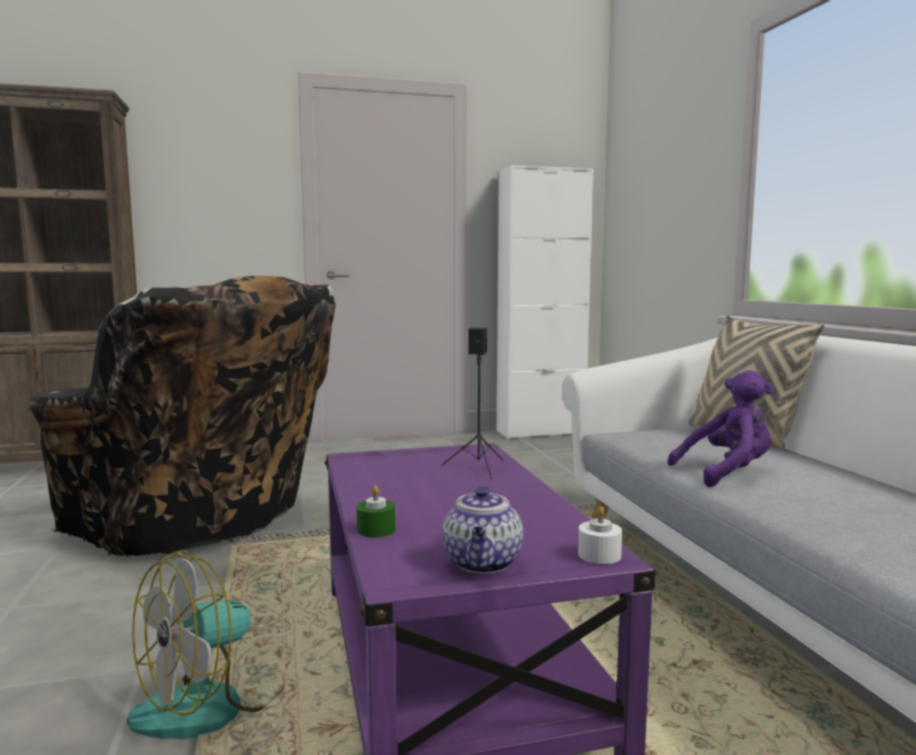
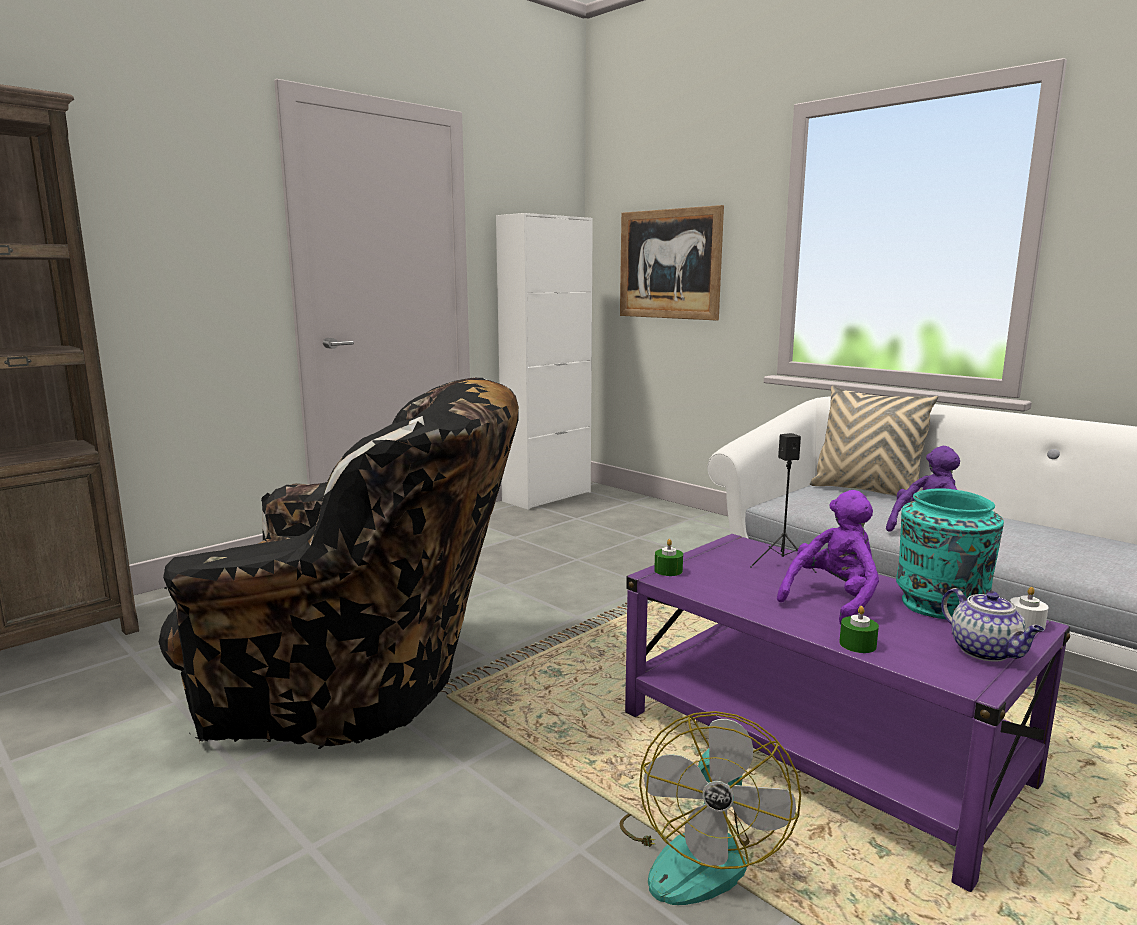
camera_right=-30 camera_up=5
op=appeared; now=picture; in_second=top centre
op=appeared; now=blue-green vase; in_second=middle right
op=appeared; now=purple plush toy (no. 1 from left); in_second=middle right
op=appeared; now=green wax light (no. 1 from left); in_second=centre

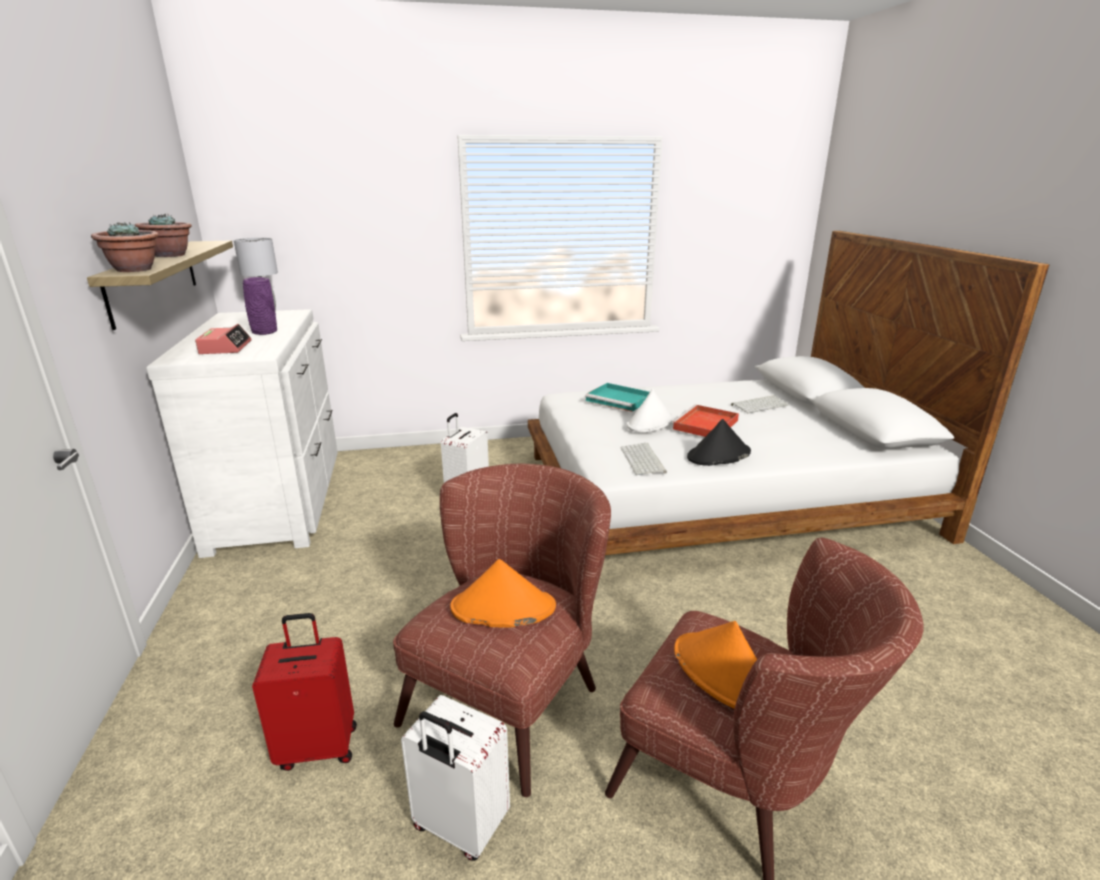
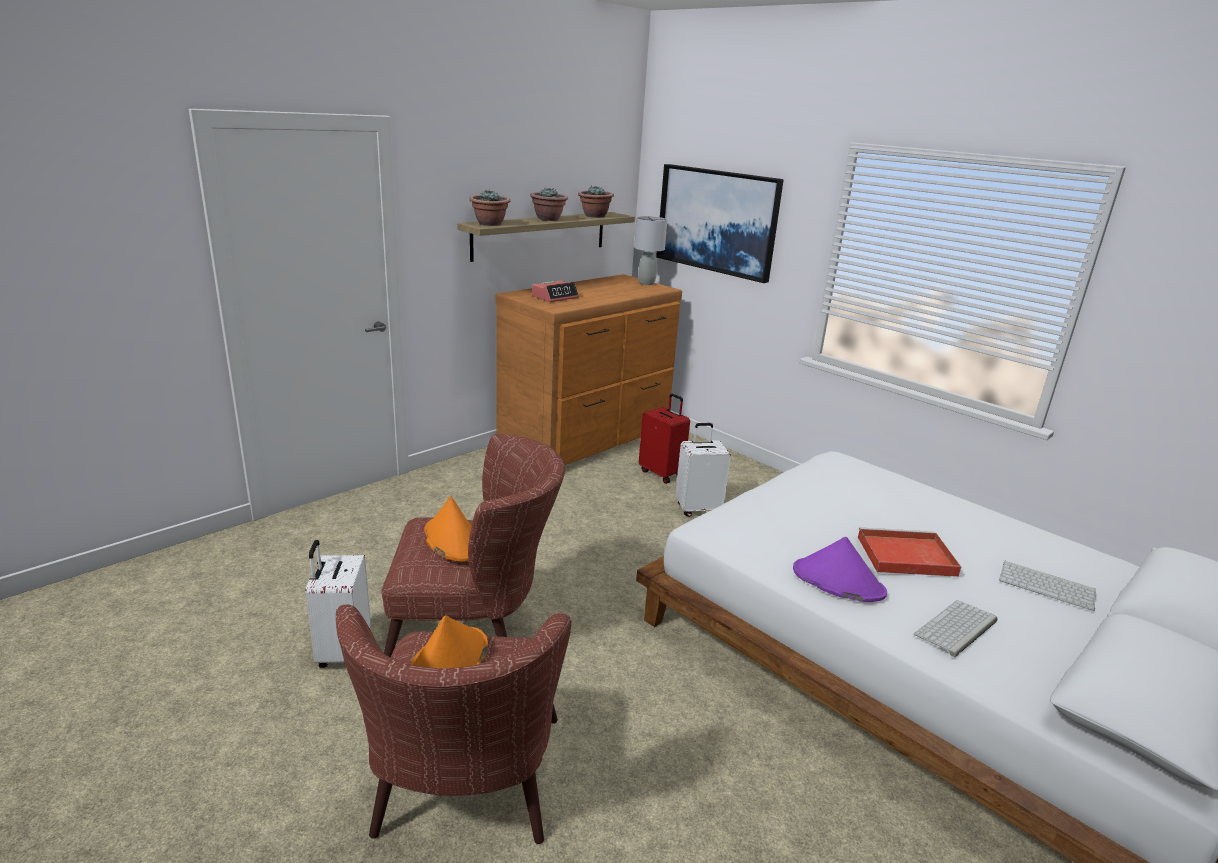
camera_right=55 camera_up=0
op=missing; was=purple vase; in_first=middle left
op=colour; was=whitish chest of drawers; now=brownish chest of drawers; in_first=middle left; in_second=centre
op=missing; was=blue-green serving tray; in_first=centre
op=missing; was=whitish wearable hat; in_first=centre
op=colour; was=blackish wearable hat; now=purple wearable hat; in_first=centre; in_second=middle right
op=relocated; was=keyboard (no. 1 from left); in_first=centre; in_second=bottom right
op=relocated; was=red travel case; in_first=bottom left; in_second=centre
op=appeared; now=picture; in_second=top centre
op=appeared; now=potted plant (no. 3 from left); in_second=top centre

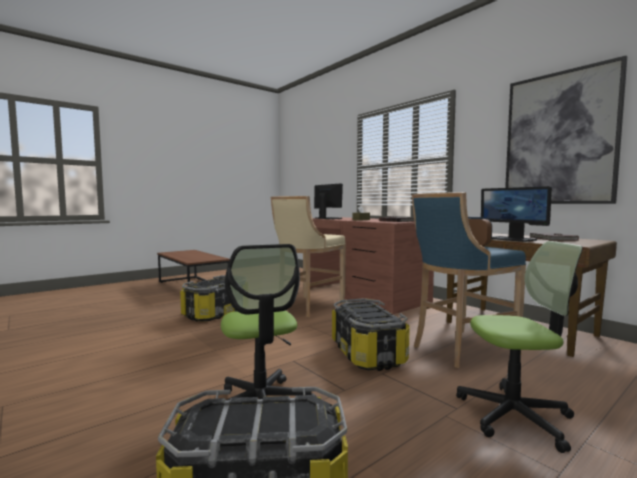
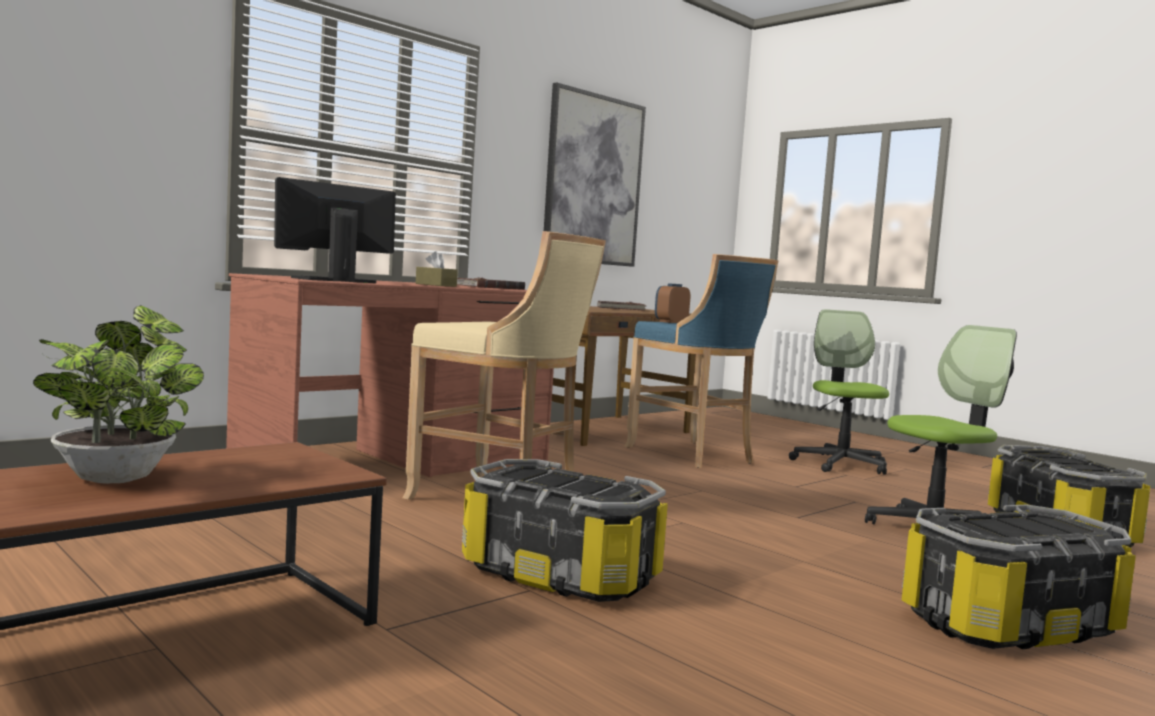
camera_right=-95 camera_up=0
op=missing; was=computer display (no. 2 from left); in_first=middle right
op=relocated; was=storage box (no. 3 from left in the first image); now=storage box (no. 2 from left); in_first=bottom centre; in_second=bottom right
op=appeared; now=potted plant; in_second=middle left

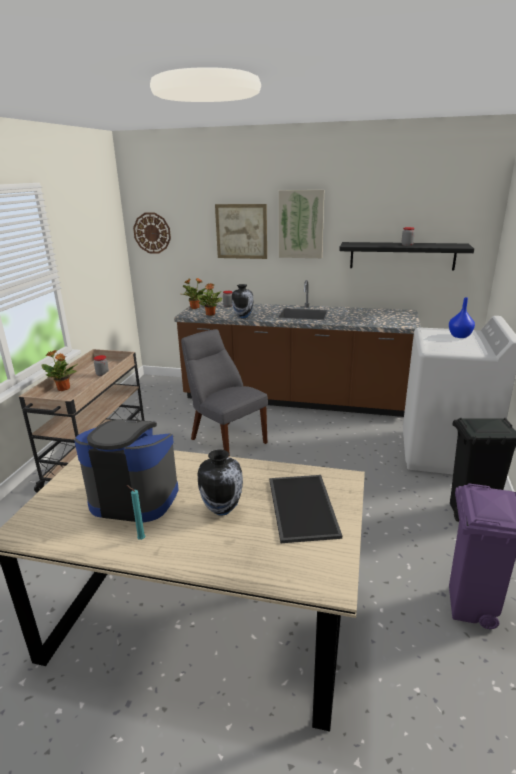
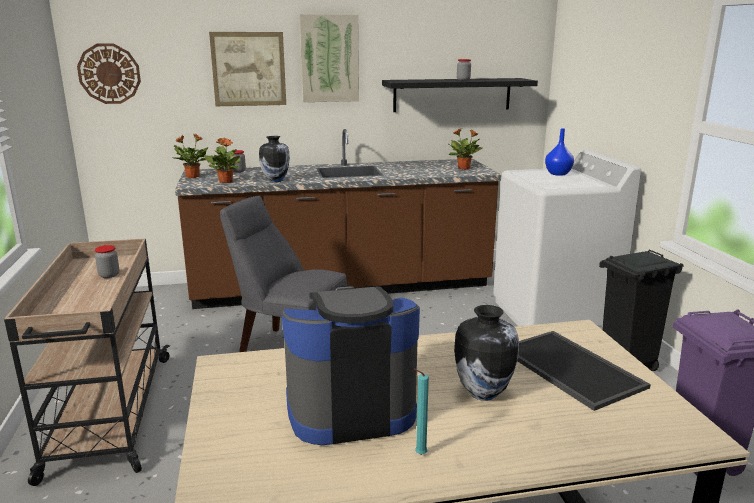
camera_right=-25 camera_up=-5
op=relocated; was=potted plant (no. 1 from left in the first image); now=potted plant (no. 3 from left); in_first=middle left; in_second=top centre

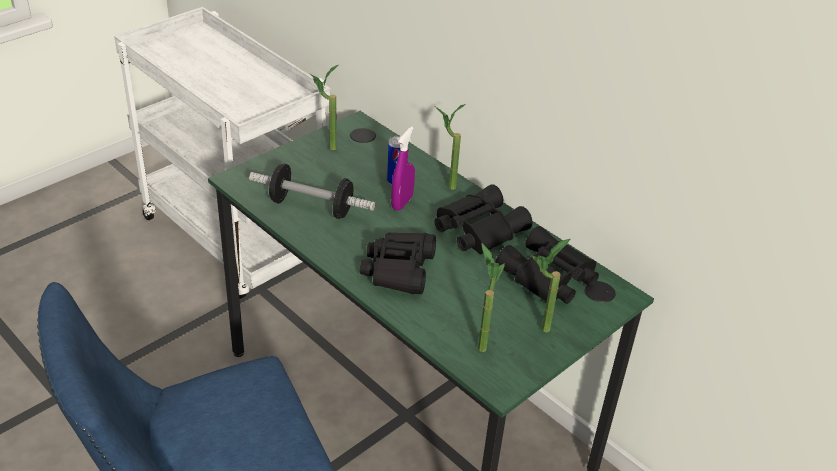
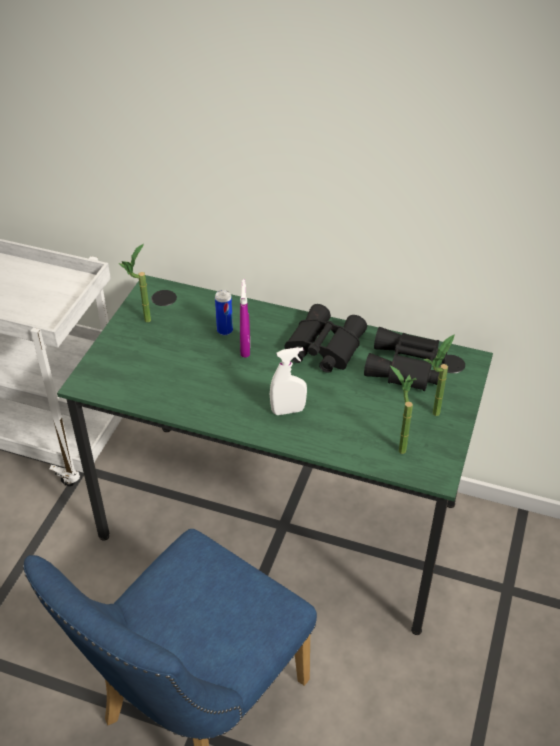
camera_right=-25 camera_up=5
op=missing; was=potted plant (no. 2 from left); in_first=top centre
op=missing; was=dumbbell; in_first=centre
op=exchanged; was=blackish binoculars (no. 1 from left); now=whitish hand sprayer; in_first=centre; in_second=centre

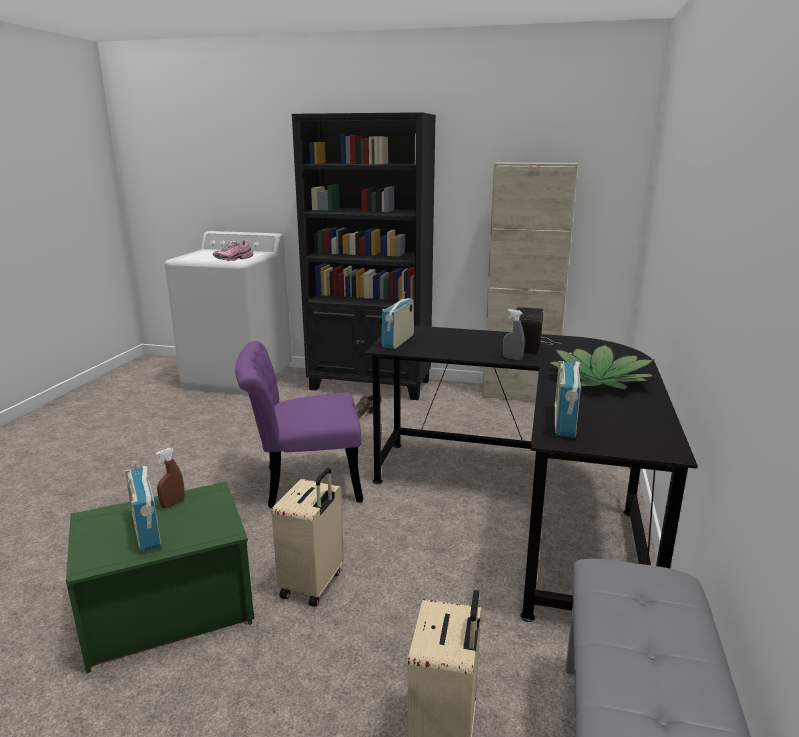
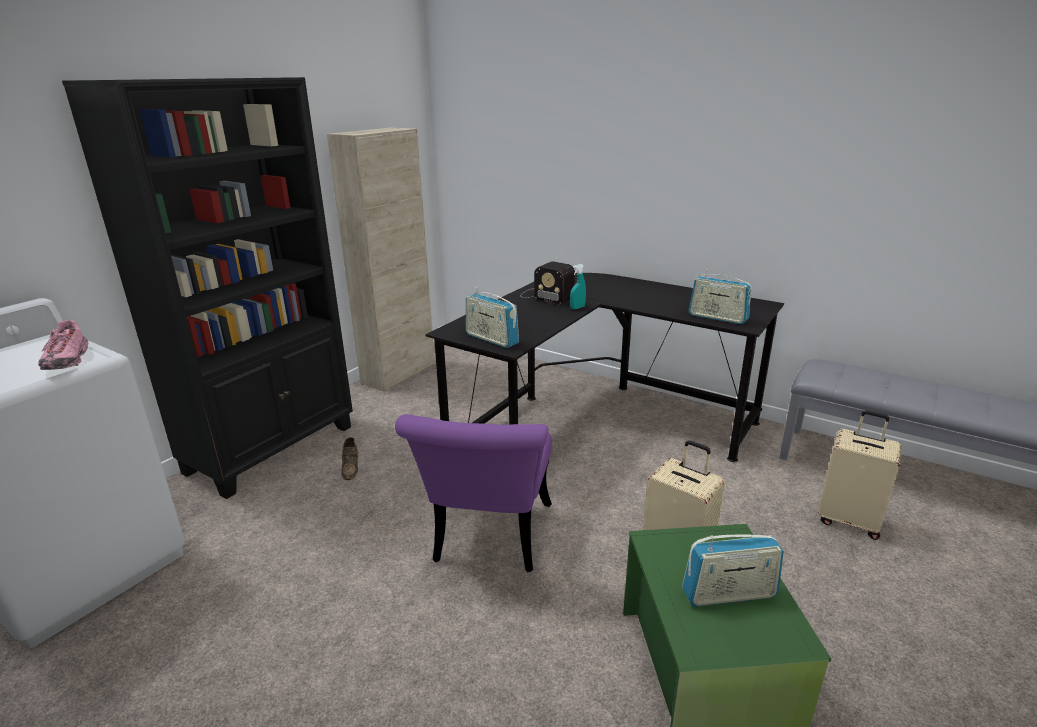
camera_right=-70 camera_up=5
op=colour; was=greyish hand sprayer; now=blue-green hand sprayer; in_first=centre; in_second=centre
op=missing; was=potted plant; in_first=middle right
op=missing; was=brownish hand sprayer; in_first=middle left

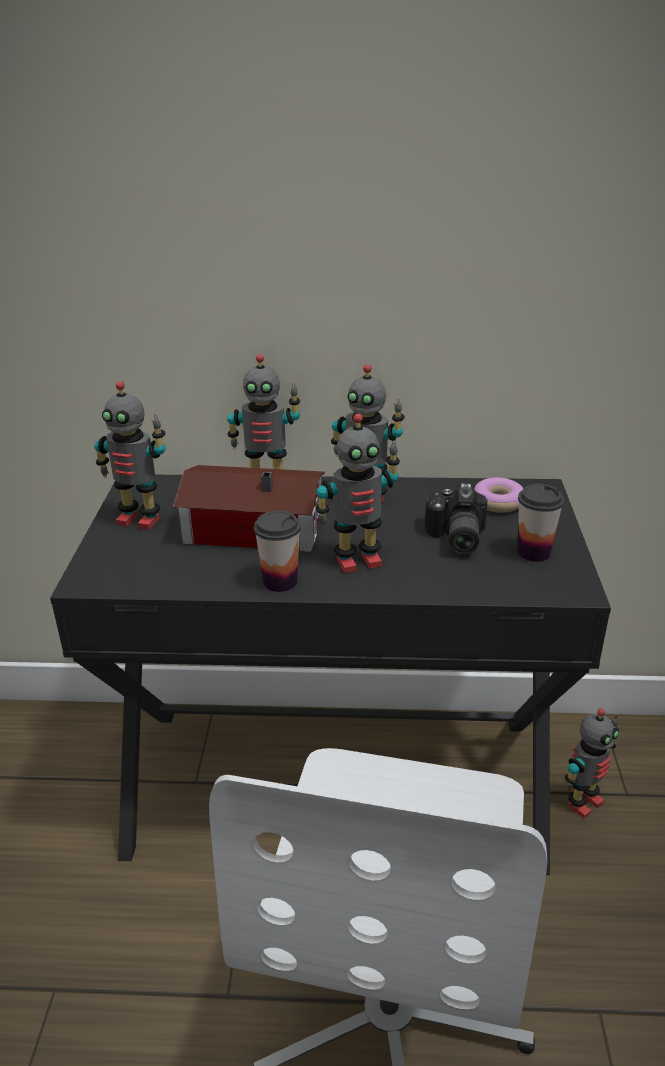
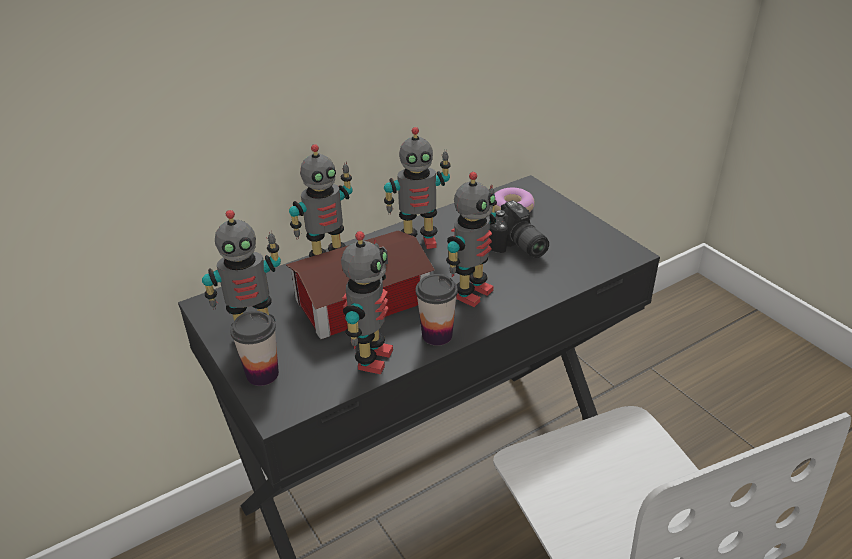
camera_right=-35 camera_up=5
op=relocated; was=drinking cup (no. 2 from left in the first image); now=drinking cup (no. 1 from left); in_first=middle right; in_second=middle left
op=relocated; was=toy robot (no. 5 from left in the first image); now=toy robot (no. 3 from left); in_first=bottom right; in_second=centre

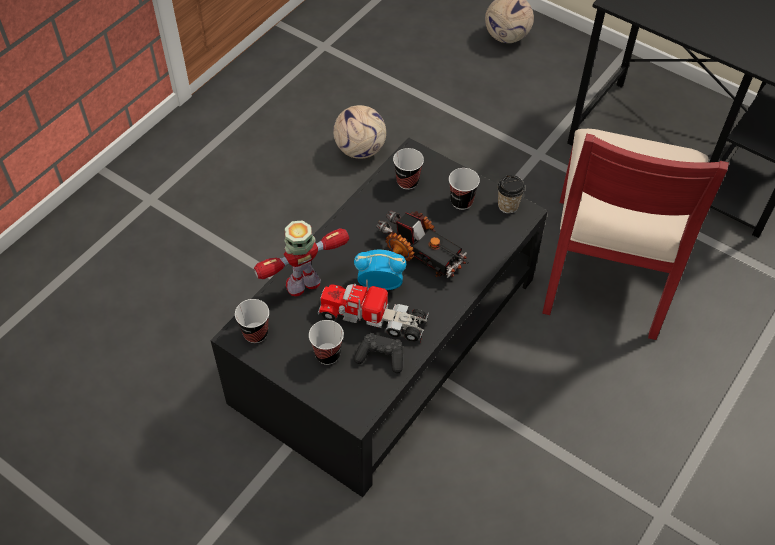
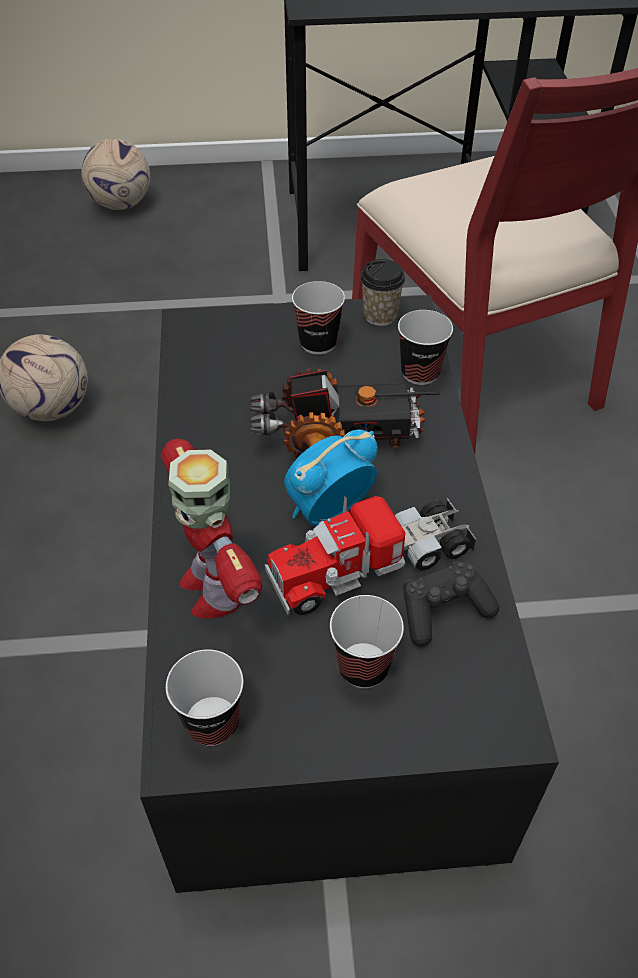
camera_right=-40 camera_up=-5
op=relocated; was=drinking cup (no. 3 from left in the first image); now=drinking cup (no. 5 from left); in_first=top centre; in_second=centre
op=spun; was=toy robot; in_first=centre; in_second=middle left; clockwise=-45

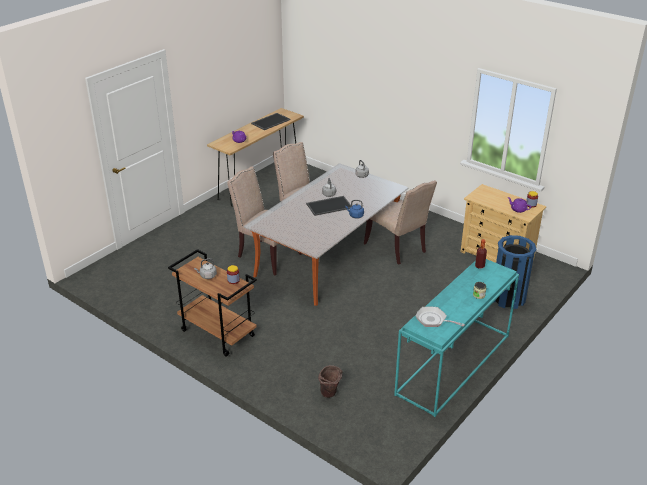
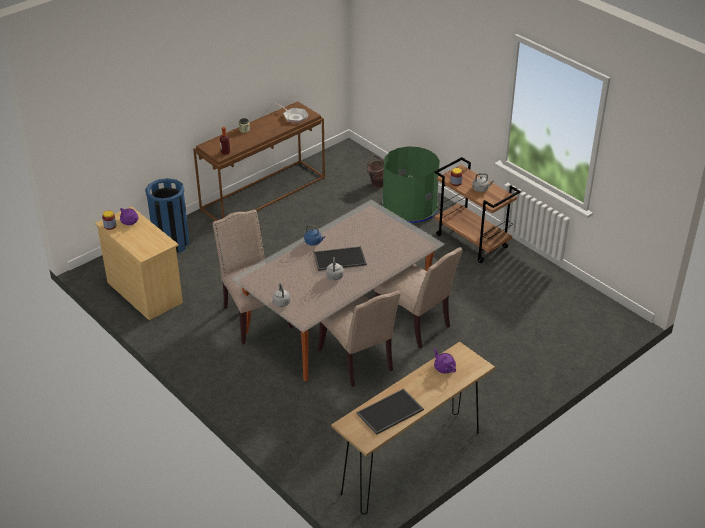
camera_right=-170 camera_up=5
op=colour; was=blue-green hall table; now=brownish hall table (no. 1 from left); in_first=bottom right; in_second=top centre
op=appeared; now=green trash can; in_second=centre

